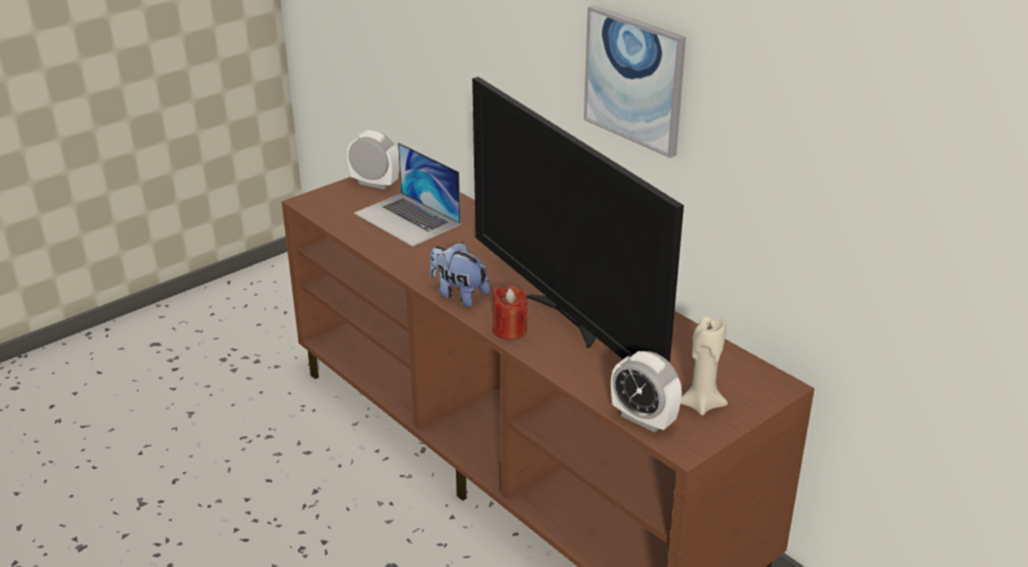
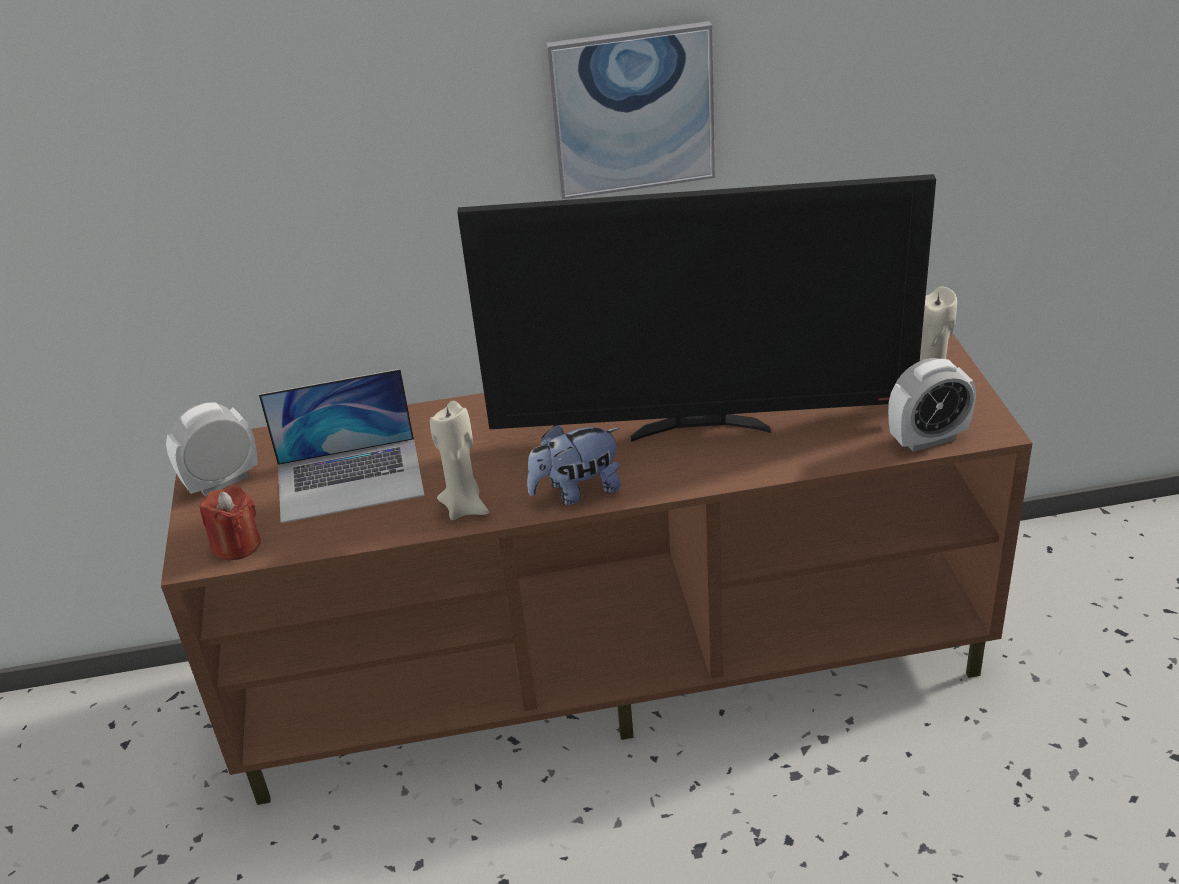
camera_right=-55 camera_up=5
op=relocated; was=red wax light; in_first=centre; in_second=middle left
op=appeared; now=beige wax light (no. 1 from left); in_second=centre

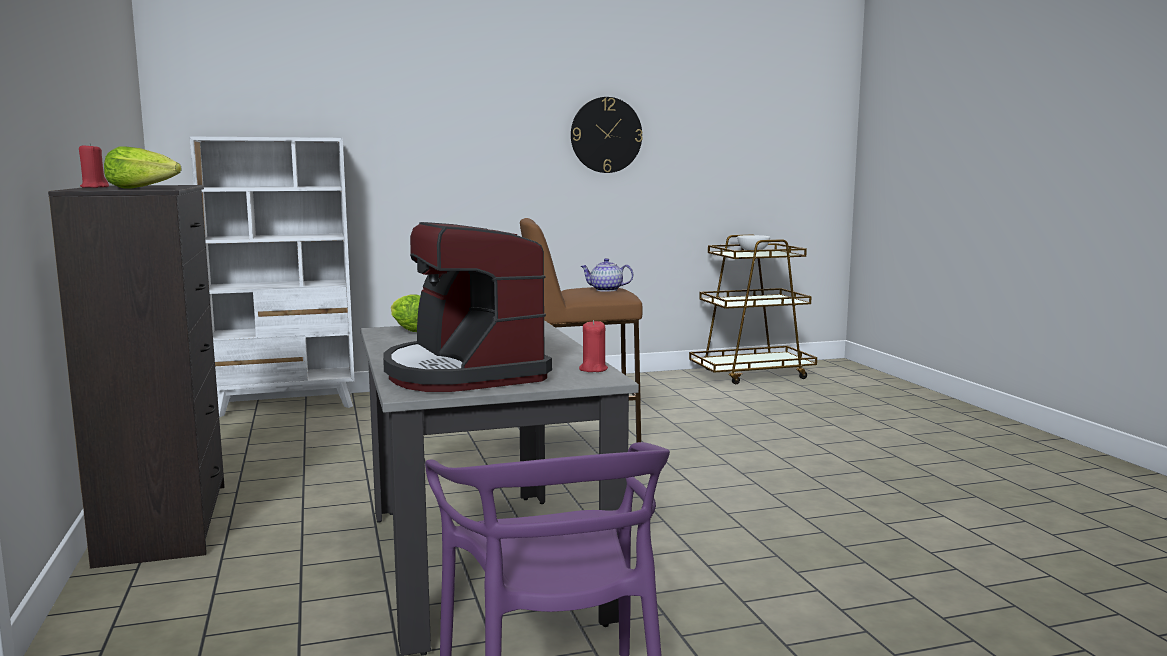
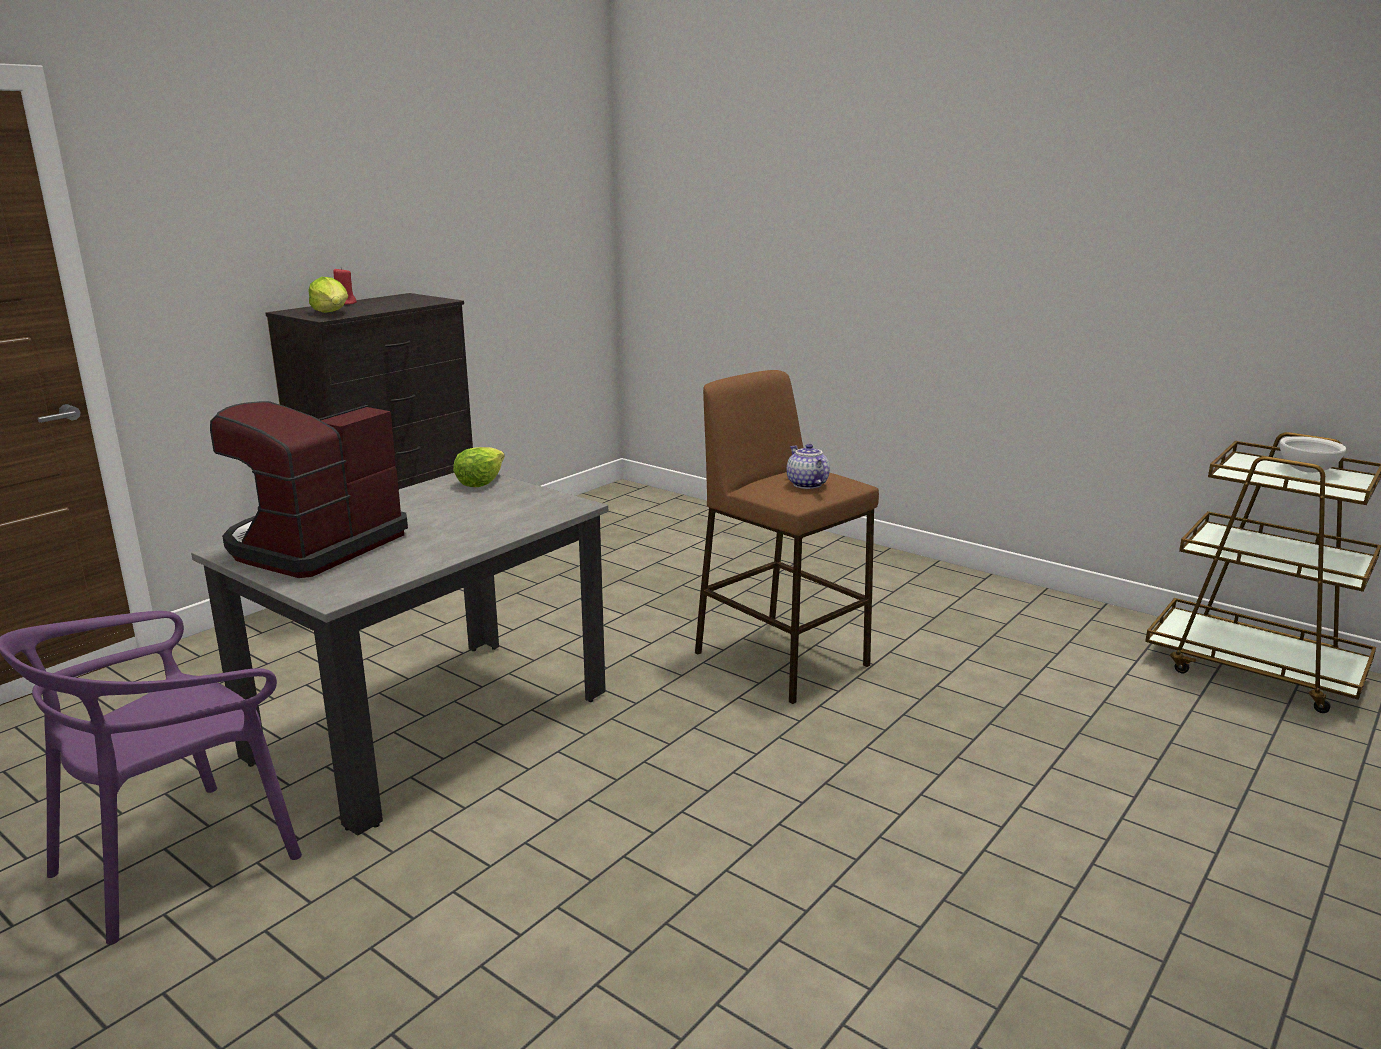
camera_right=55 camera_up=10
op=missing; was=wall clock; in_first=top centre
op=missing; was=whitish shelving unit; in_first=middle left
op=missing; was=red wax light (no. 2 from left); in_first=centre

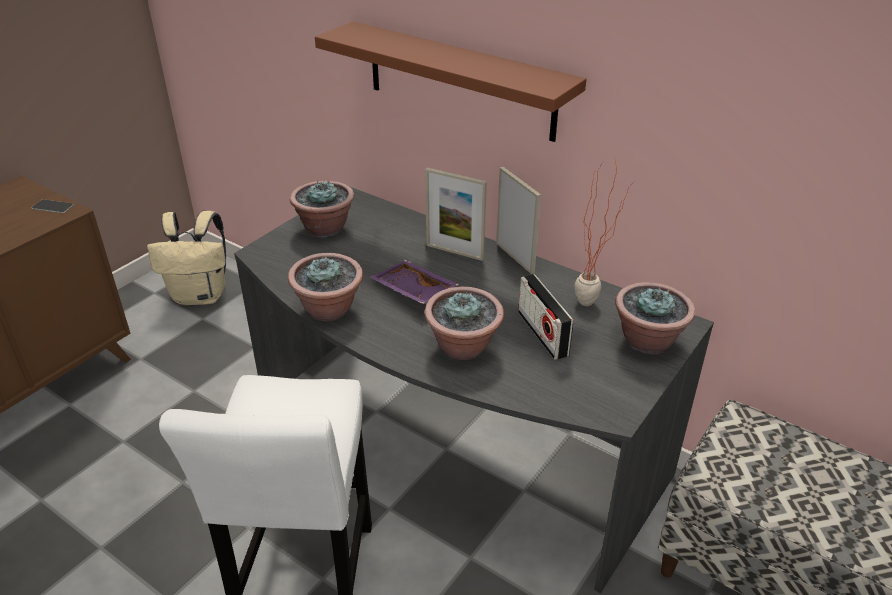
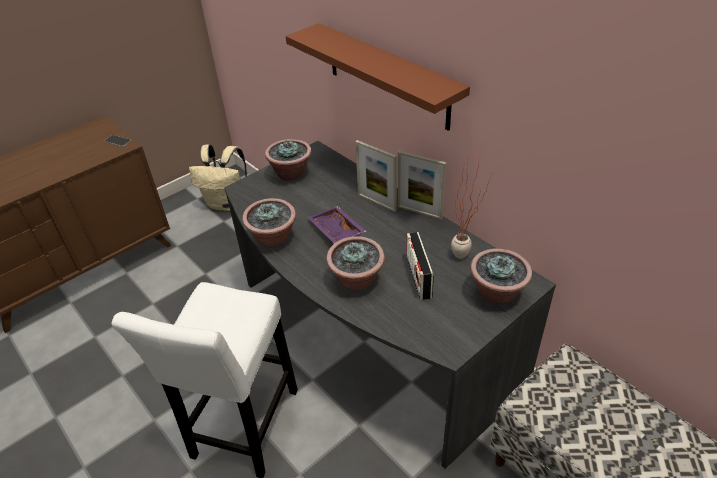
camera_right=15 camera_up=5
op=spun; was=standing frame (no. 2 from left); in_first=centre; in_second=centre; clockwise=135

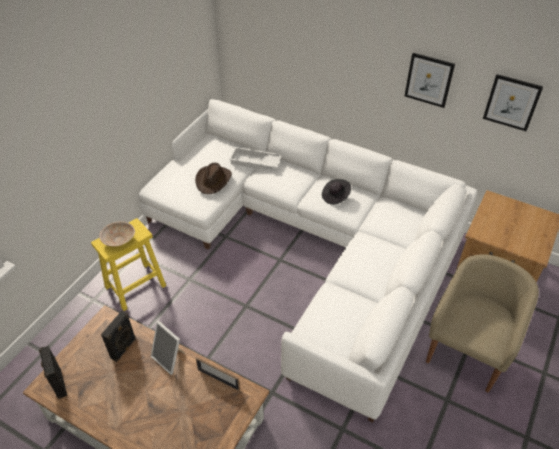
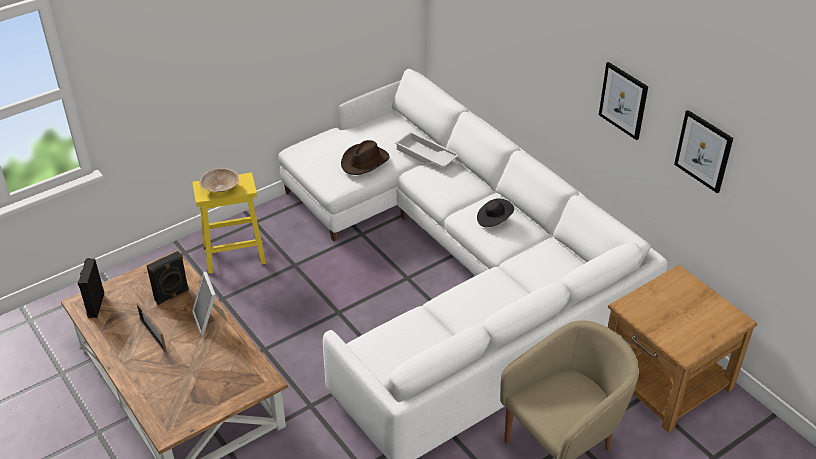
camera_right=25 camera_up=-5
op=relocated; was=standing frame (no. 2 from left in the first image); now=standing frame (no. 1 from left); in_first=bottom centre; in_second=bottom left

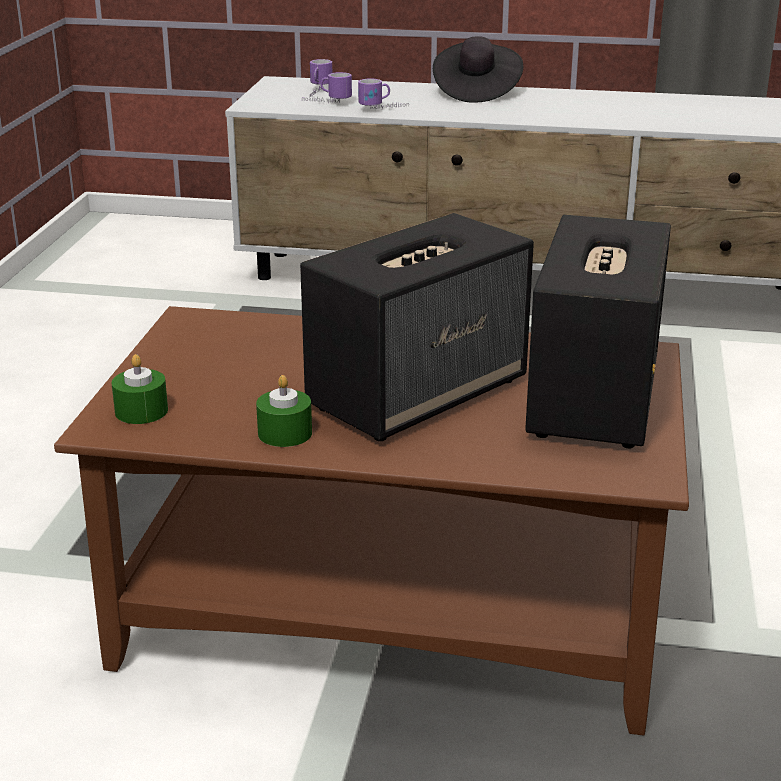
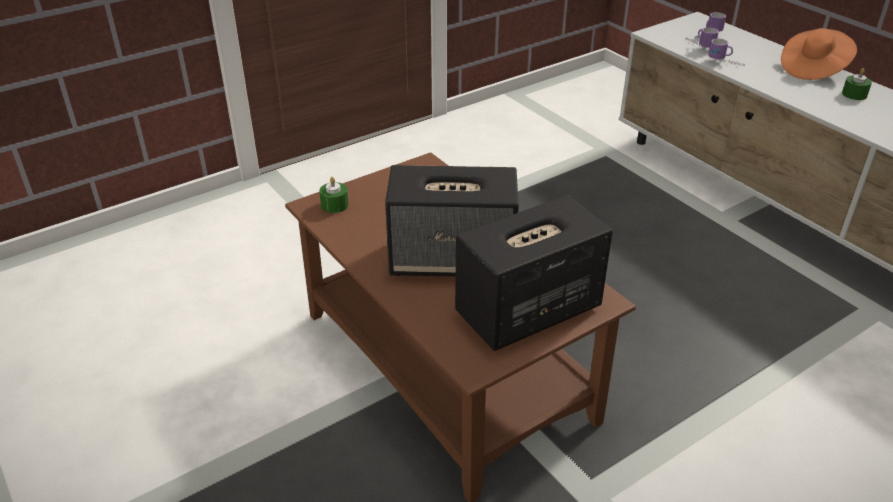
camera_right=45 camera_up=10
op=colour; was=blackish wearable hat; now=orange-coloured wearable hat; in_first=top centre; in_second=top right
op=relocated; was=green wax light (no. 2 from left); in_first=centre; in_second=top right

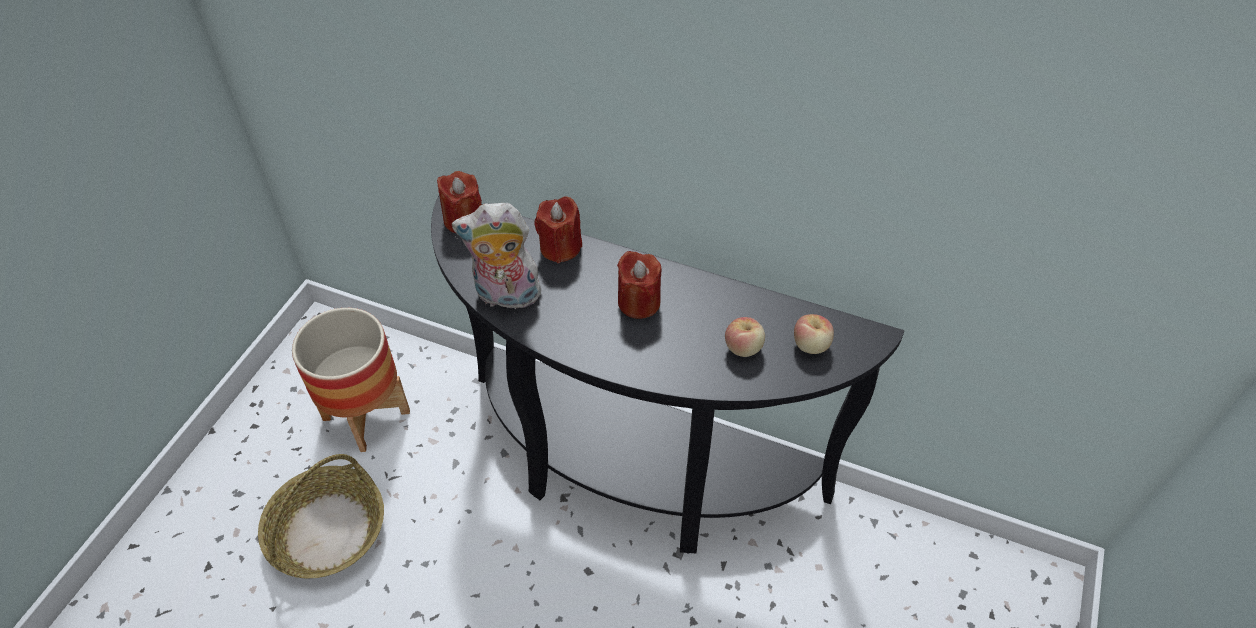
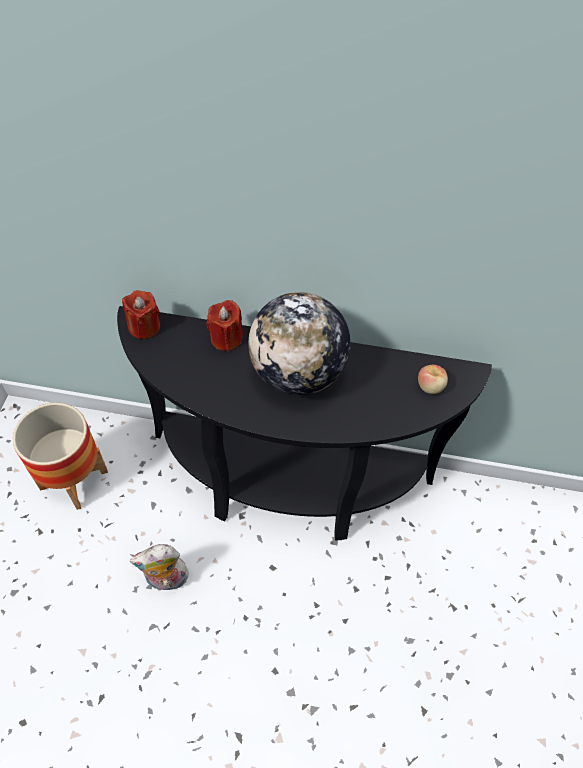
camera_right=-15 camera_up=5
op=relocated; was=plush toy; in_first=centre; in_second=bottom left
op=exchanged; was=red wax light (no. 3 from left); now=globe; in_first=centre; in_second=centre
op=missing; was=apple (no. 1 from left); in_first=centre
op=missing; was=basket; in_first=bottom left

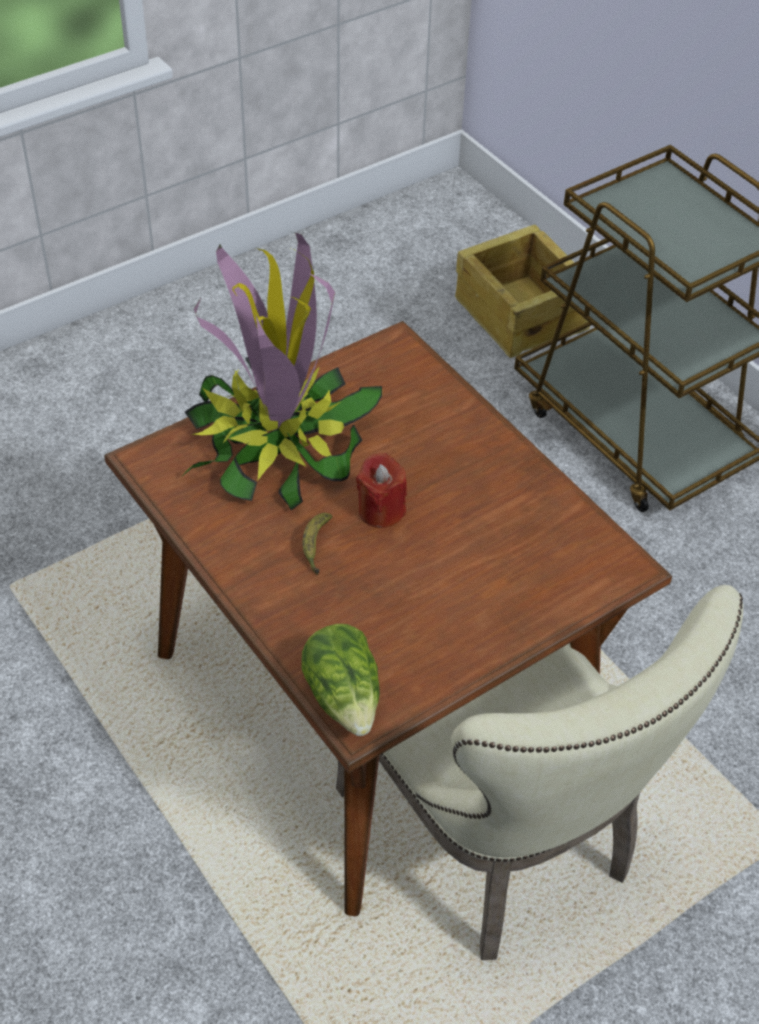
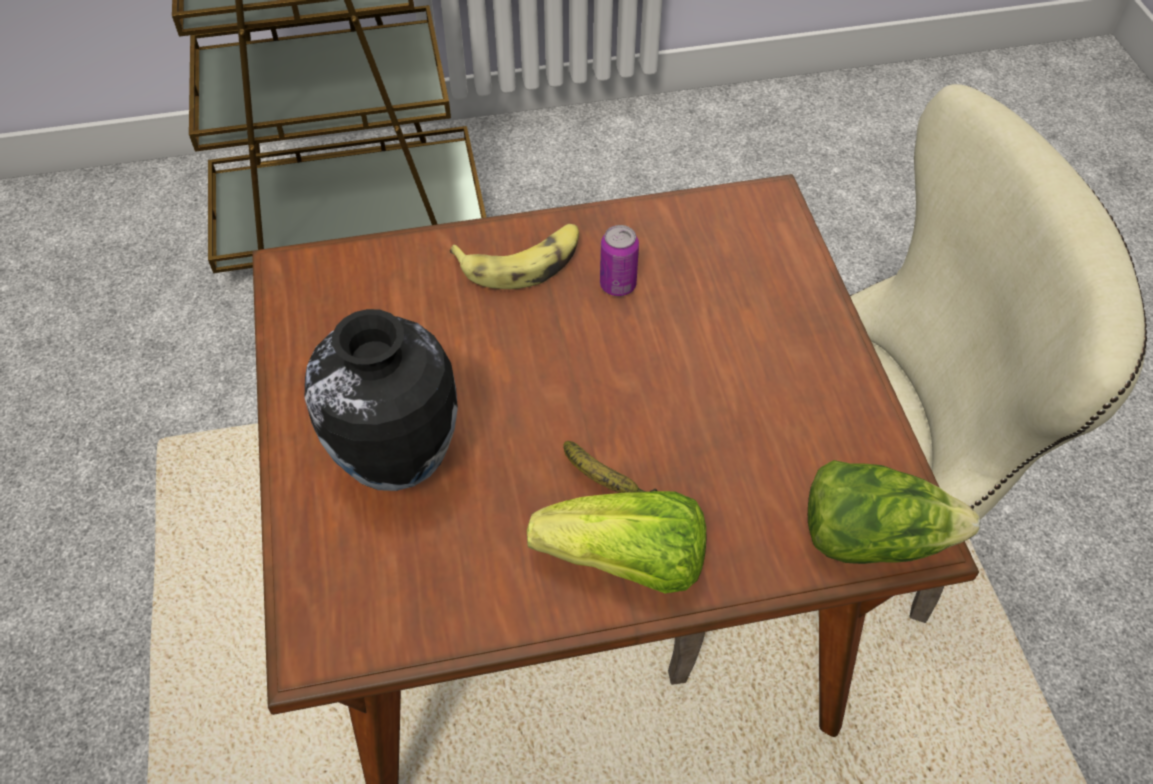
camera_right=-65 camera_up=5
op=missing; was=shipping crate; in_first=top right
op=exchanged; was=potted plant; now=vase; in_first=centre; in_second=middle left
op=missing; was=red wax light; in_first=centre
op=appeared; now=banana (no. 1 from left); in_second=top centre
op=appeared; now=sealed can; in_second=top centre
op=appeared; now=head of lettuce (no. 1 from left); in_second=bottom centre

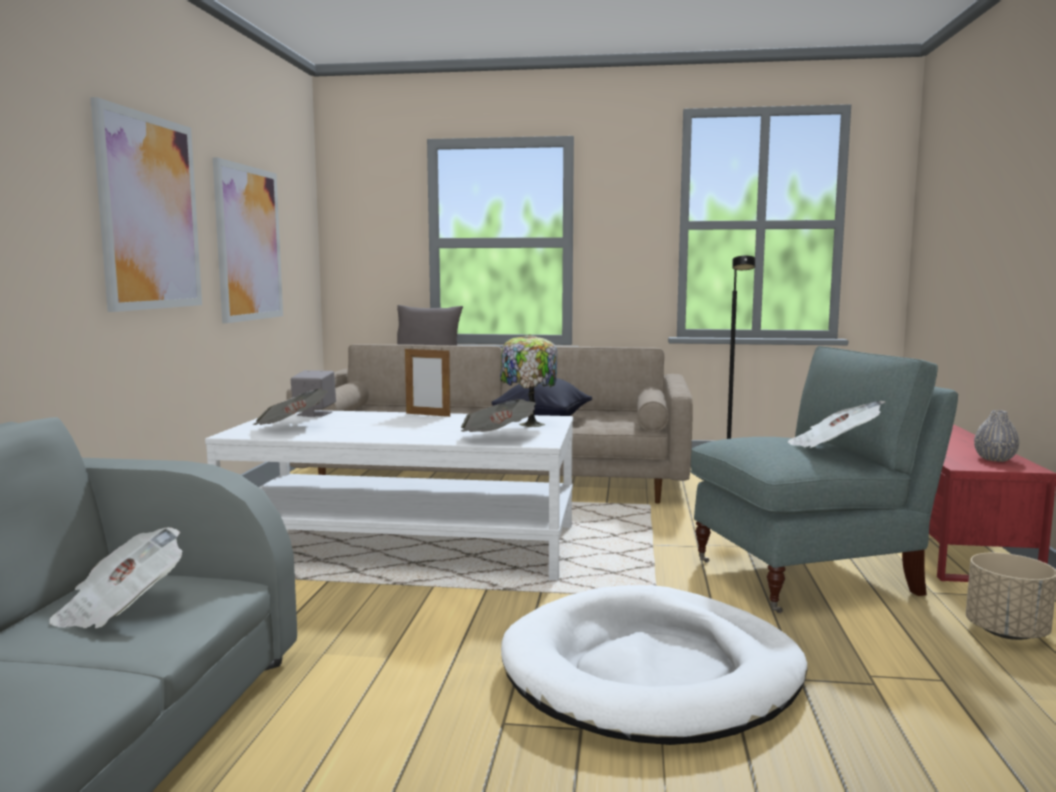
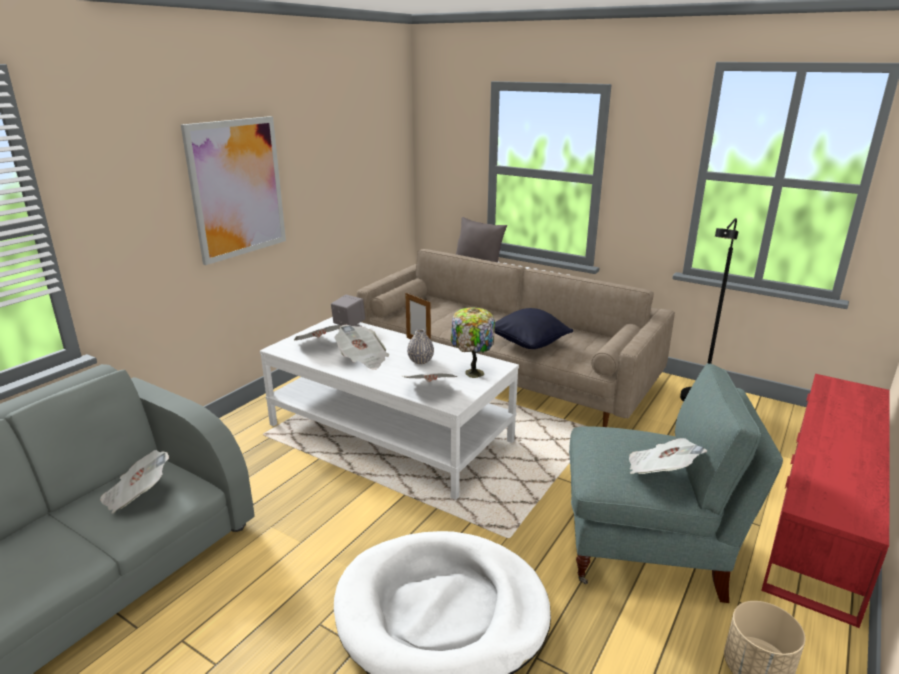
camera_right=25 camera_up=15
op=missing; was=picture (no. 2 from left); in_first=top left
op=relocated; was=greyish vase; in_first=middle right; in_second=centre
op=appeared; now=daily paper (no. 3 from left); in_second=centre

